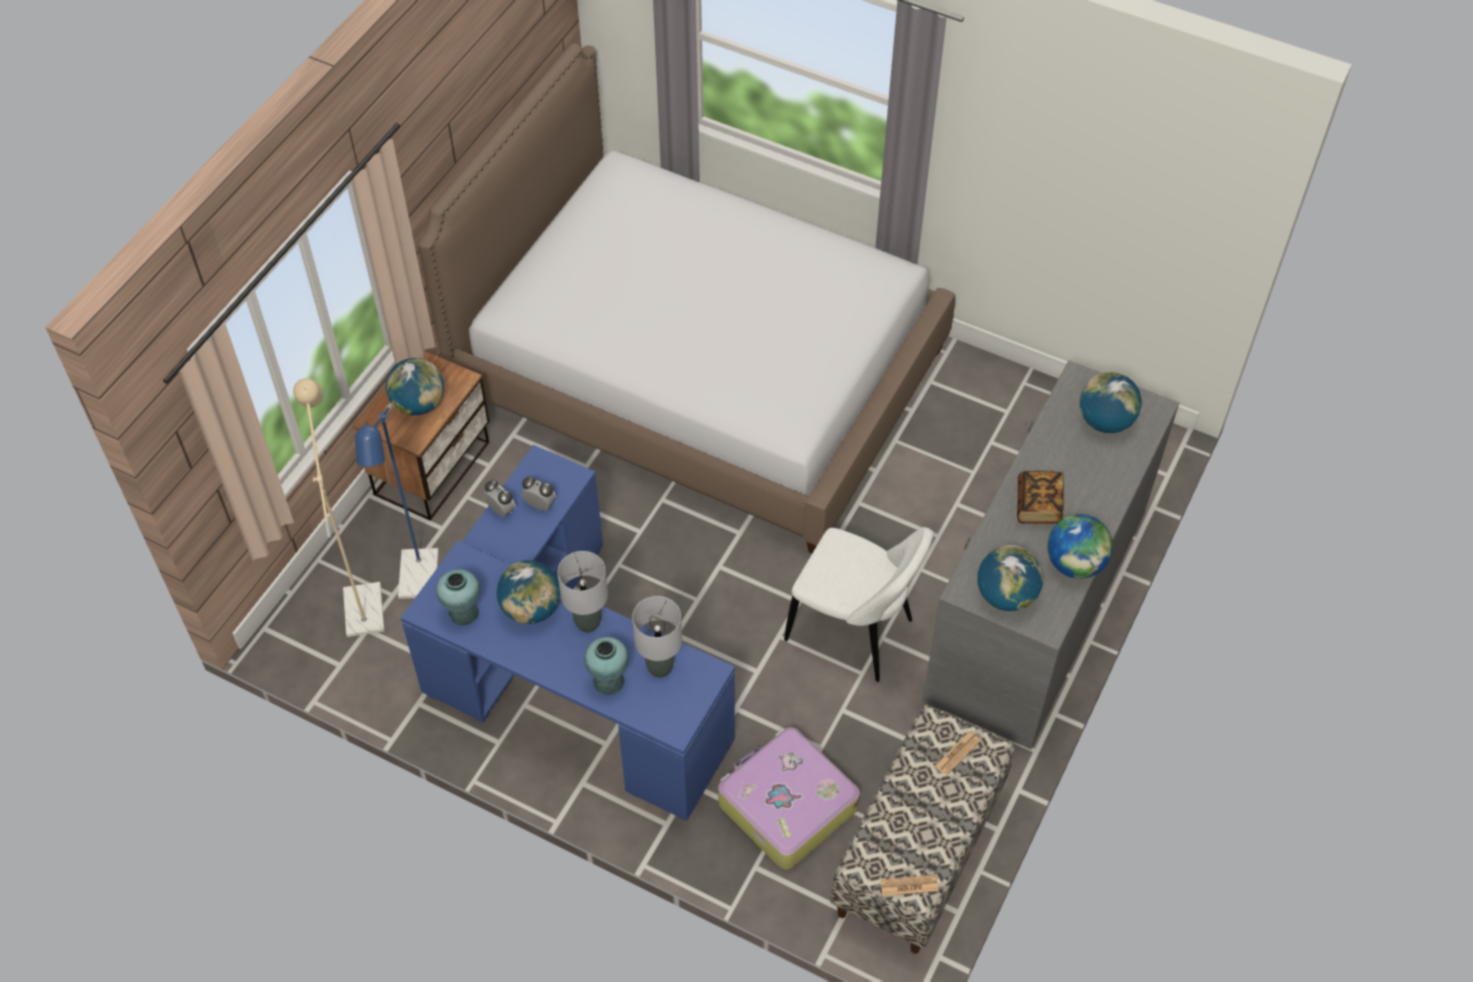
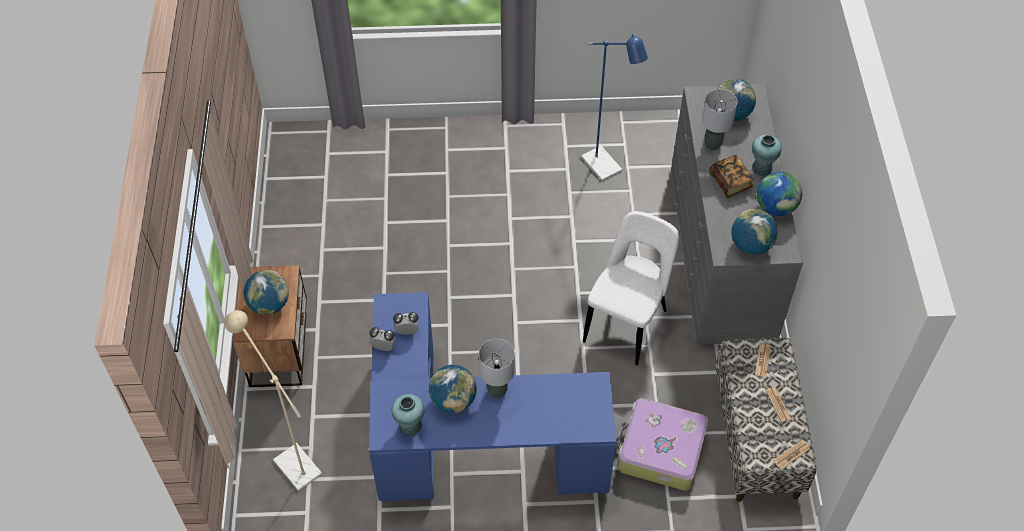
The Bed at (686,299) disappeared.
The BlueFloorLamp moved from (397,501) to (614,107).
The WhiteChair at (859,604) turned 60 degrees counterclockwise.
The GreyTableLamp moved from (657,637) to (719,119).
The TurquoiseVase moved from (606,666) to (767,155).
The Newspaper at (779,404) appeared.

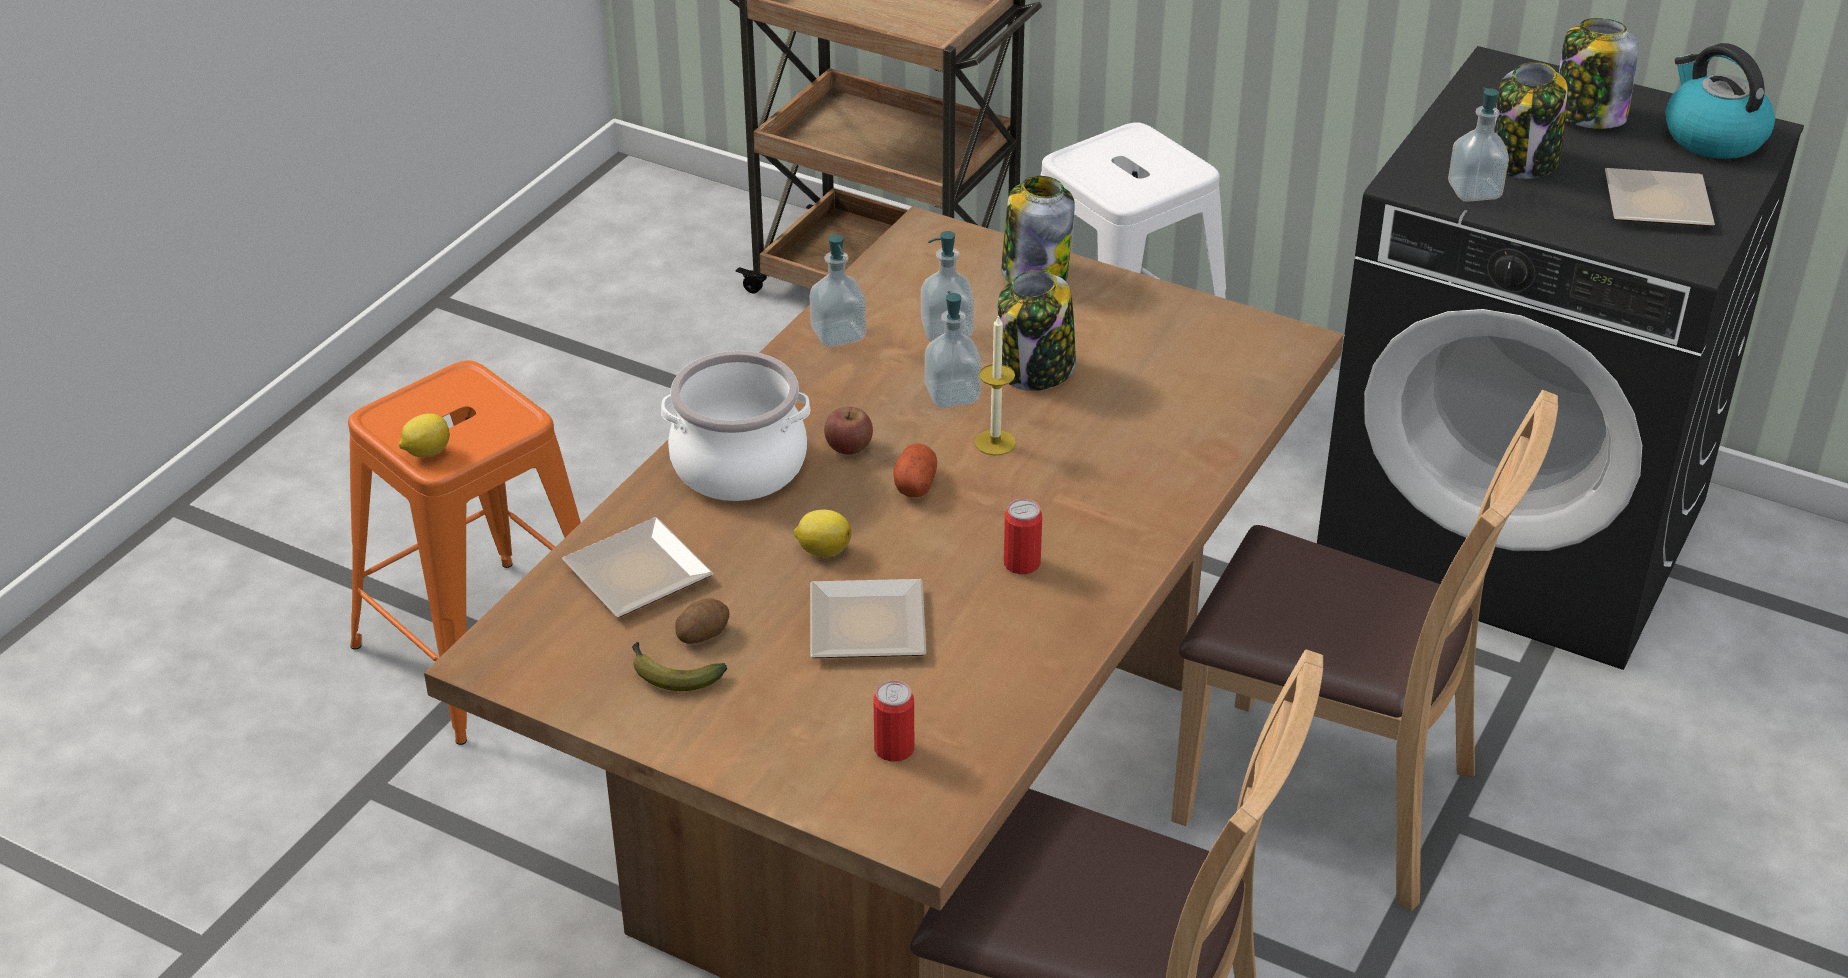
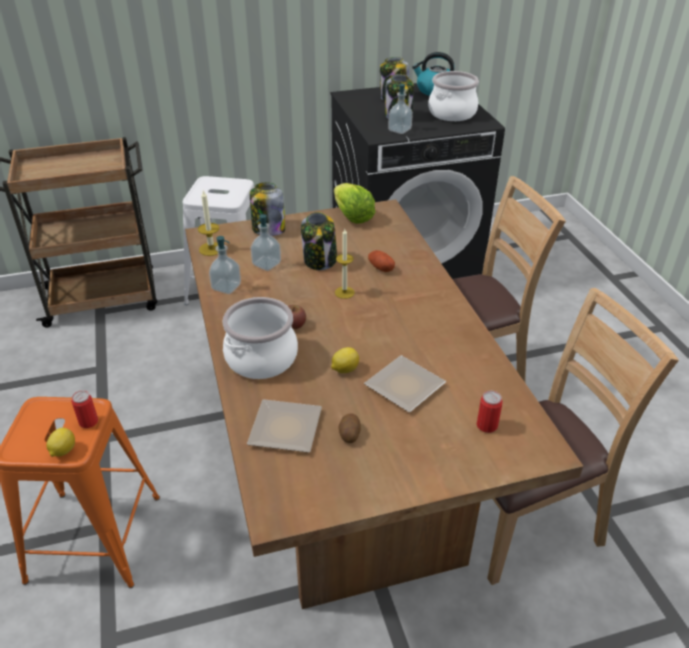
The Plate at (1660,197) was replaced by the CookingPot at (453,96).
The SoapDispenser at (953,349) disappeared.
The Potato moved from (915,470) to (381,261).
The Can moved from (1023,536) to (84,409).
The Banana at (679,666) disappeared.
The Lettuce at (354,203) appeared.
The Candle at (208,223) appeared.

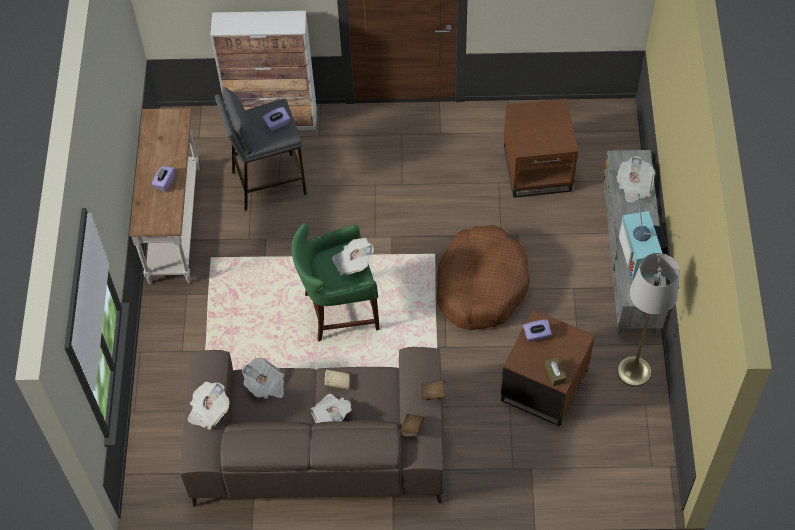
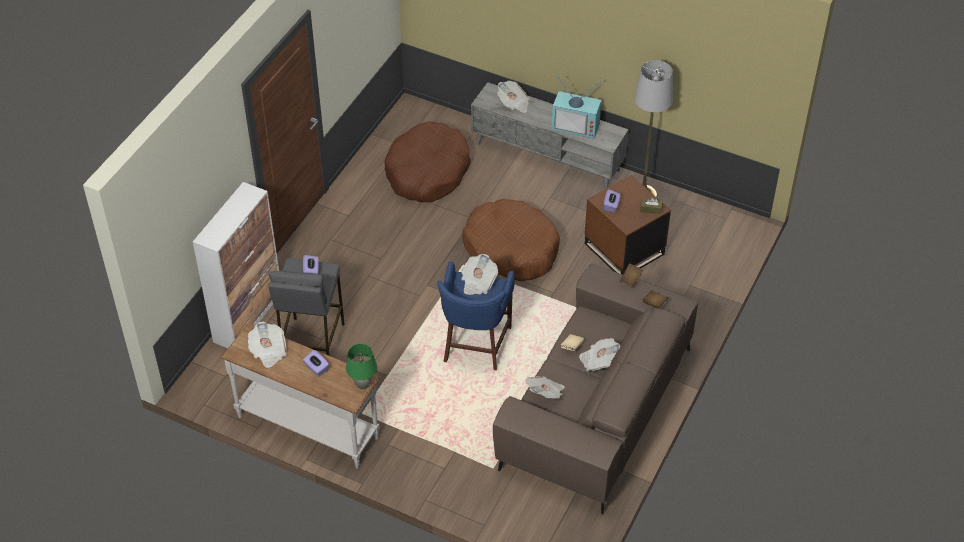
The BrownSideTable at (541,148) was replaced by the BrownDogBed at (427,161).
The GreenStool at (336,282) became the BlueStool at (476,315).
The Newspaper moved from (208,405) to (267,344).
The GreenTableLamp at (361,367) appeared.

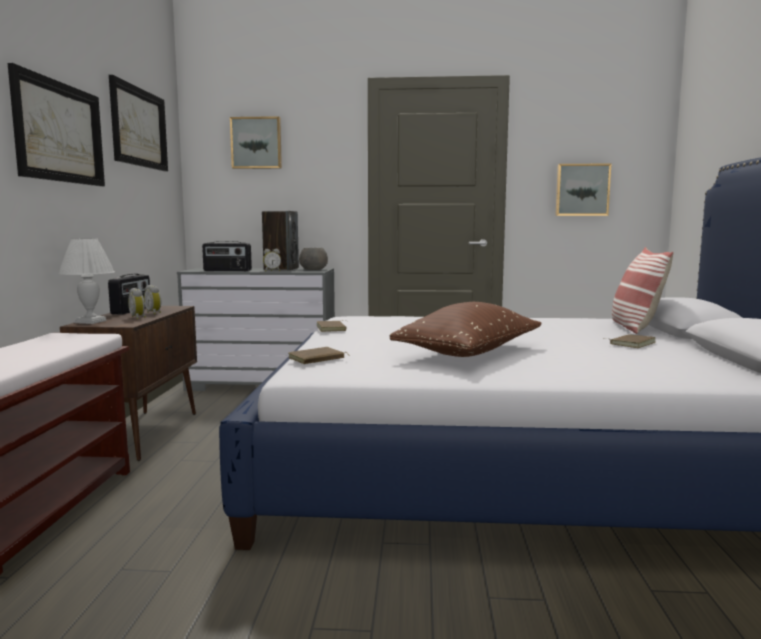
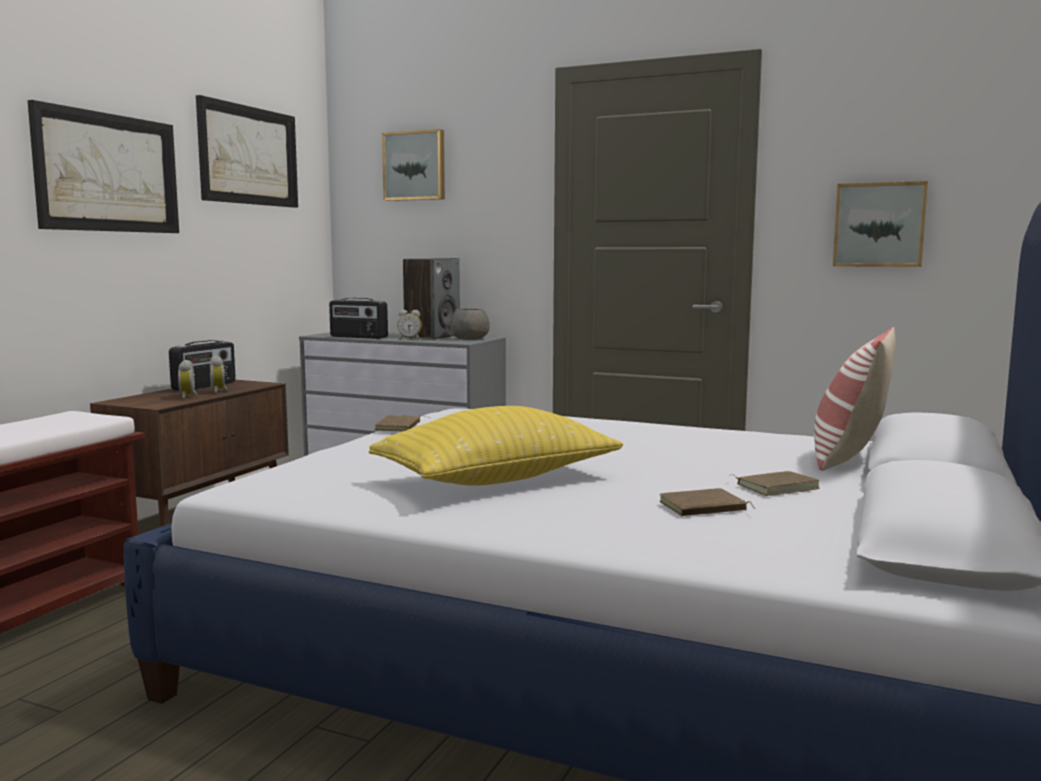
The WhiteTableLamp at (86,281) disappeared.
The BrownPillow at (466,329) became the YellowPillow at (496,446).
The BrownBook moved from (319,355) to (707,502).

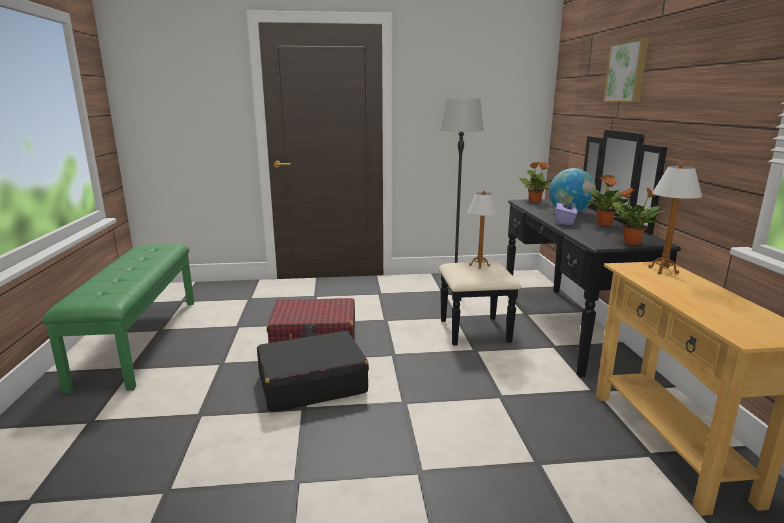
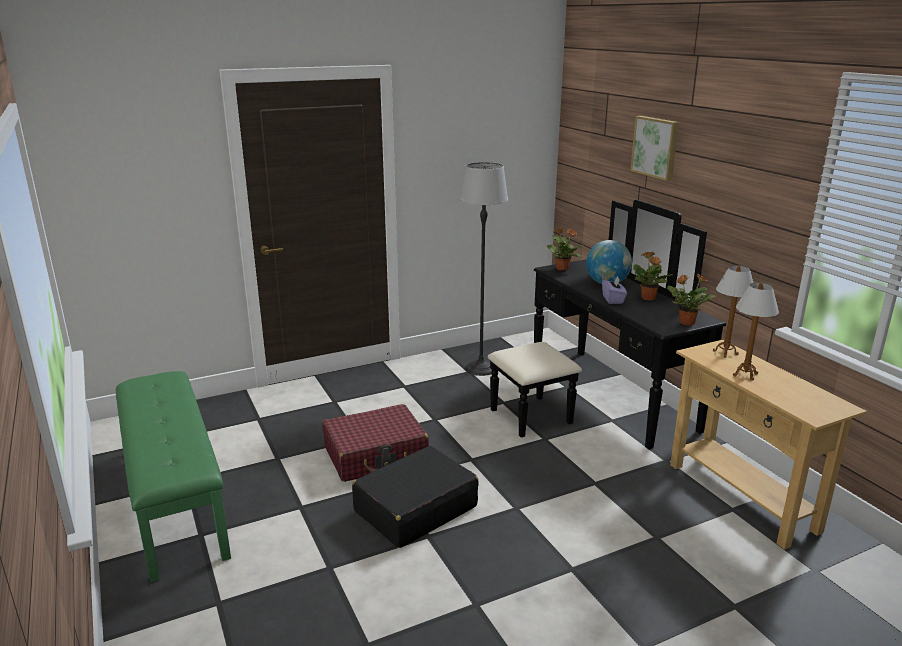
The TableLamp moved from (482,230) to (756,331).

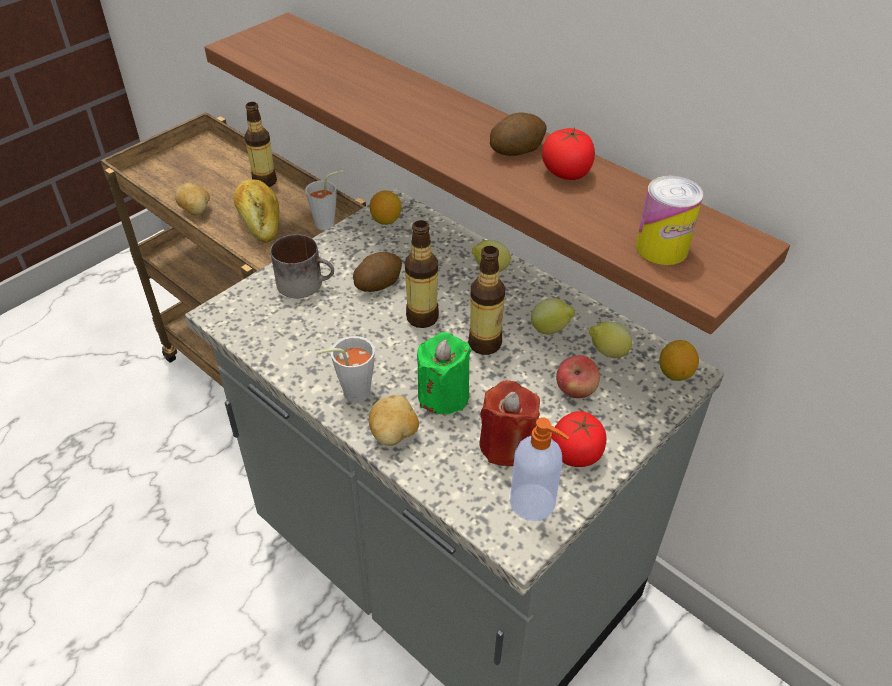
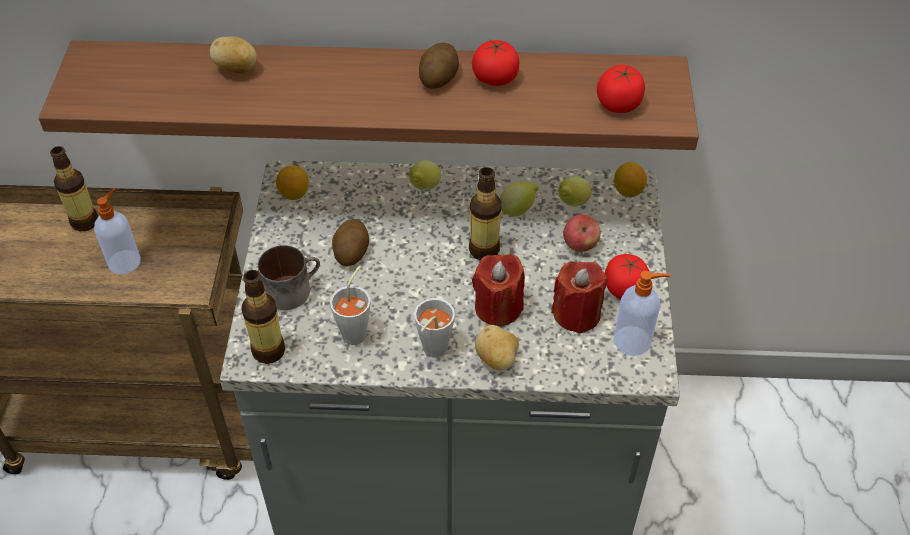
The GreyCup moved from (324,200) to (350,305).
The Can at (669,220) was replaced by the Tomato at (621,89).
The Bread at (256,210) was replaced by the SoapDispenser at (117,231).
The Potato moved from (192,199) to (233,55).
The Bottle moved from (422,274) to (263,317).
The GreenCandle at (444,373) became the RedCandle at (498,290).

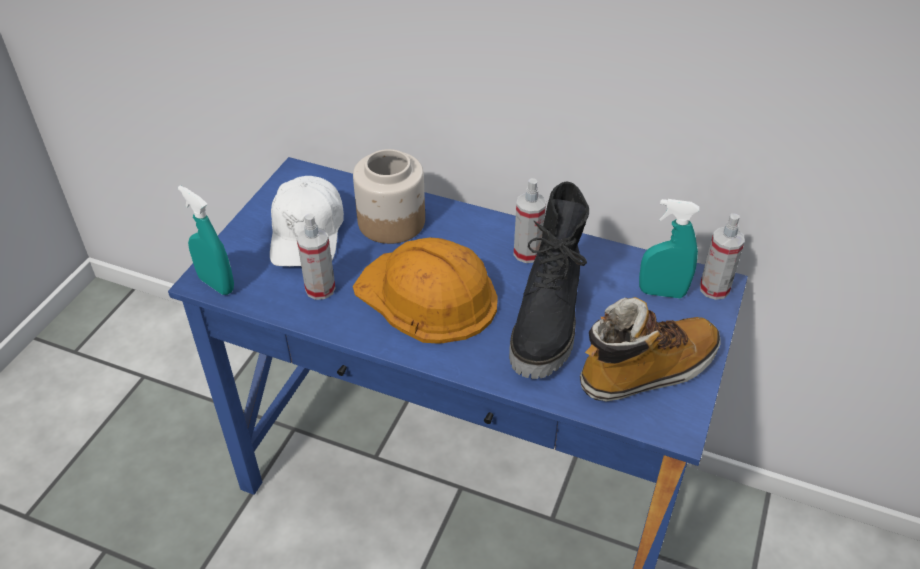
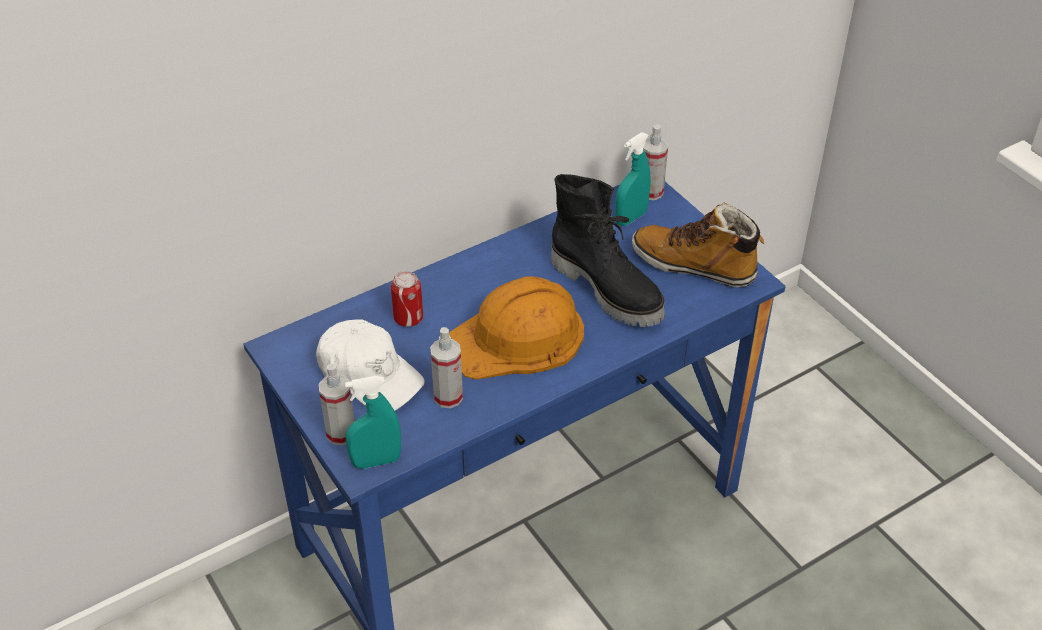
The Jar at (389,196) was replaced by the Can at (407,299).
The SprayBottle moved from (530,220) to (337,404).
The Boot at (650,349) turned 75 degrees counterclockwise.

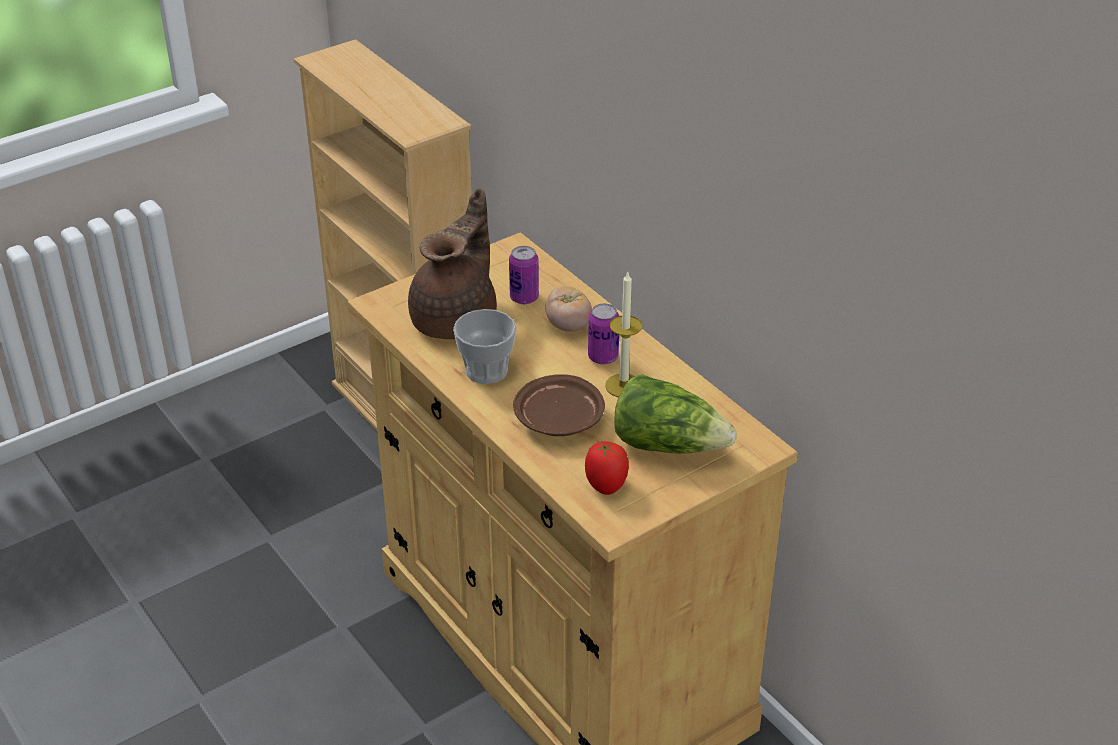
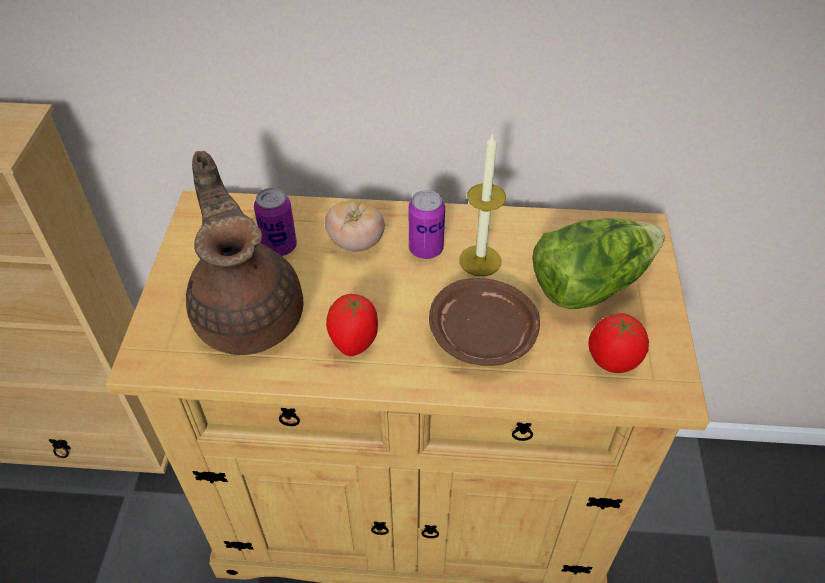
The Cup at (485,346) was replaced by the Tomato at (352,325).

